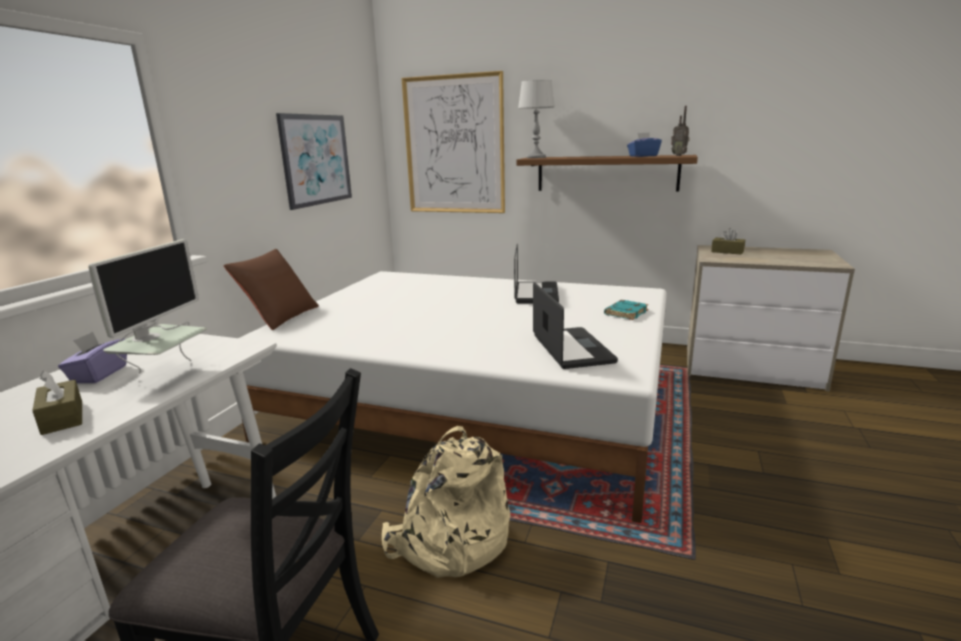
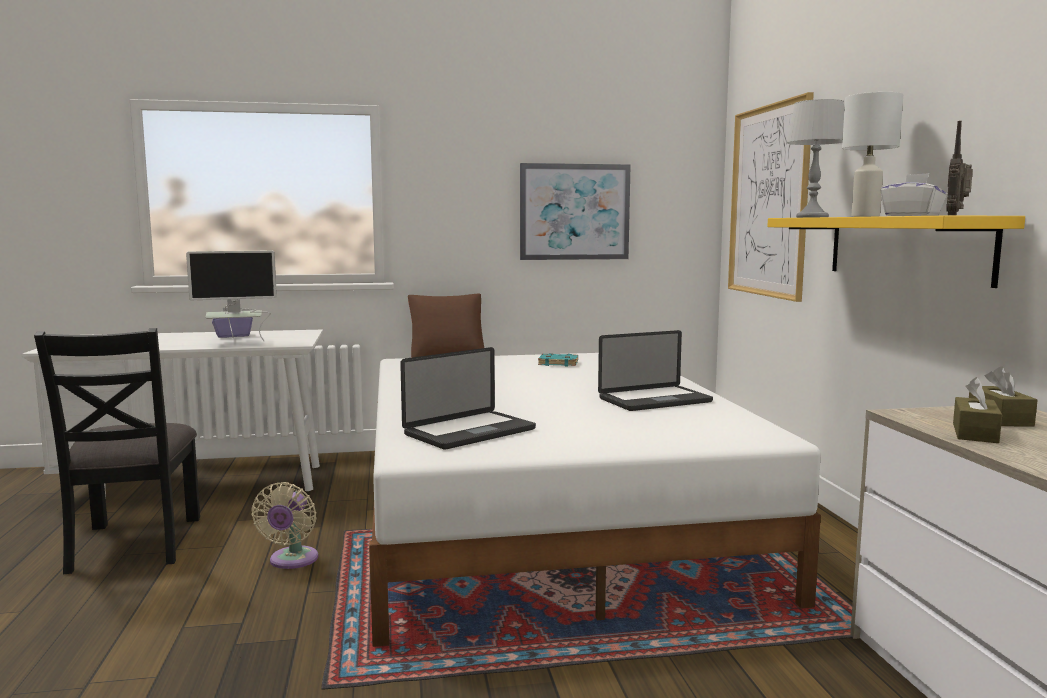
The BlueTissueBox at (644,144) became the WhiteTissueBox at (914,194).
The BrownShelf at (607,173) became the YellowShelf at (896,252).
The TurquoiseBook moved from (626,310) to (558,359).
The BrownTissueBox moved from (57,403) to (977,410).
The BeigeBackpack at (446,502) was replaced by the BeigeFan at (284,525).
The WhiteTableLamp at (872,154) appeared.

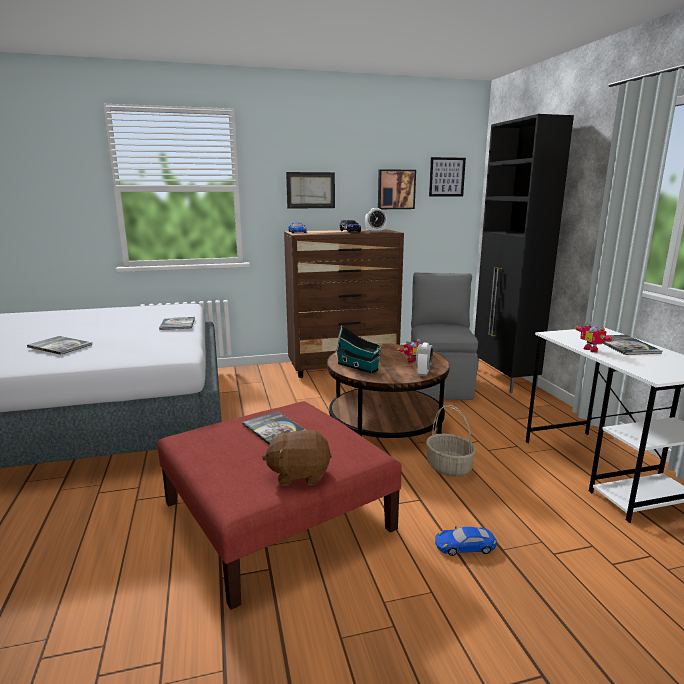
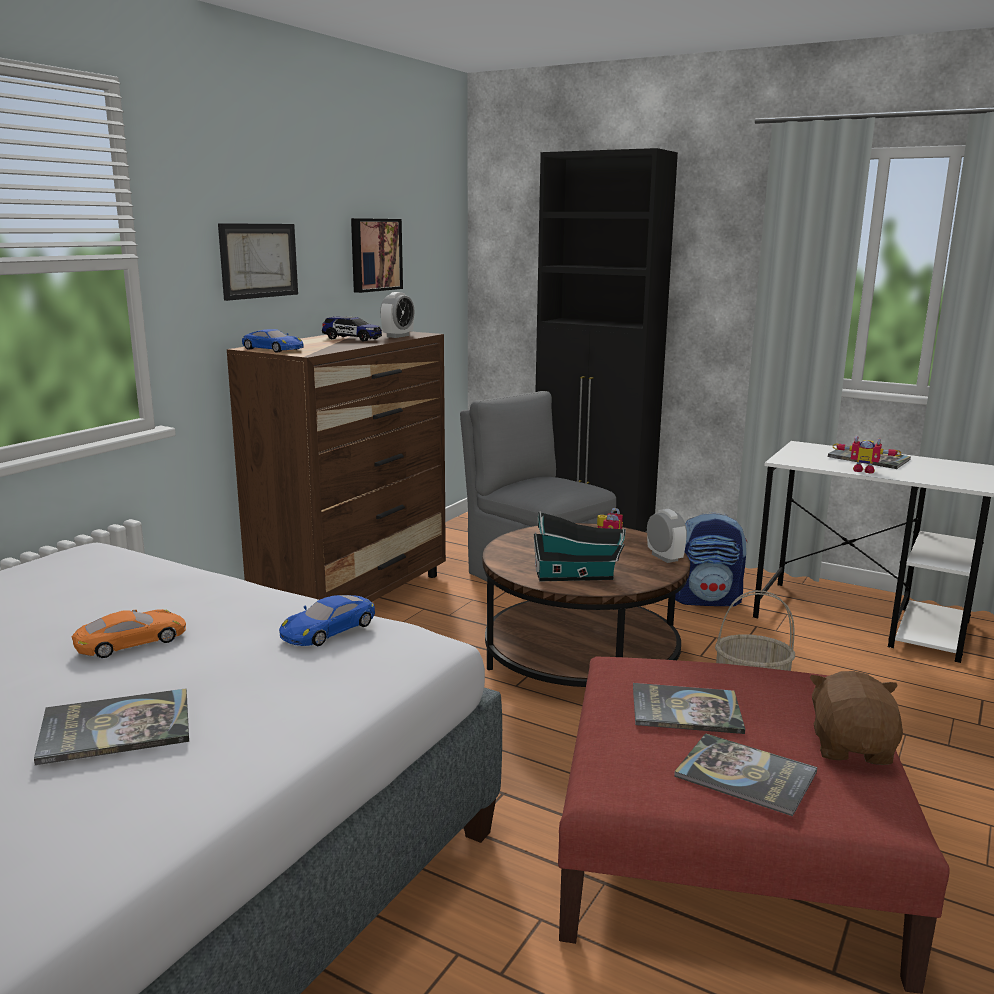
The Picture at (447,177) disappeared.
The Book moved from (177,323) to (745,774).
The BrownPlushToy at (297,457) turned 150 degrees clockwise.
The BlueToyCar moved from (466,541) to (327,620).
The Backpack at (711,559) appeared.
The OrangeToyCar at (129,633) appeared.

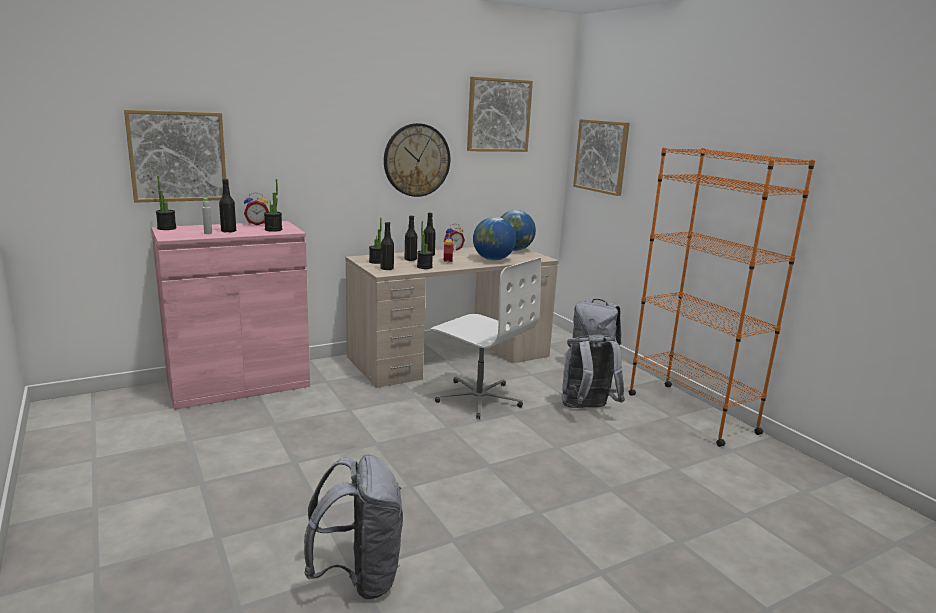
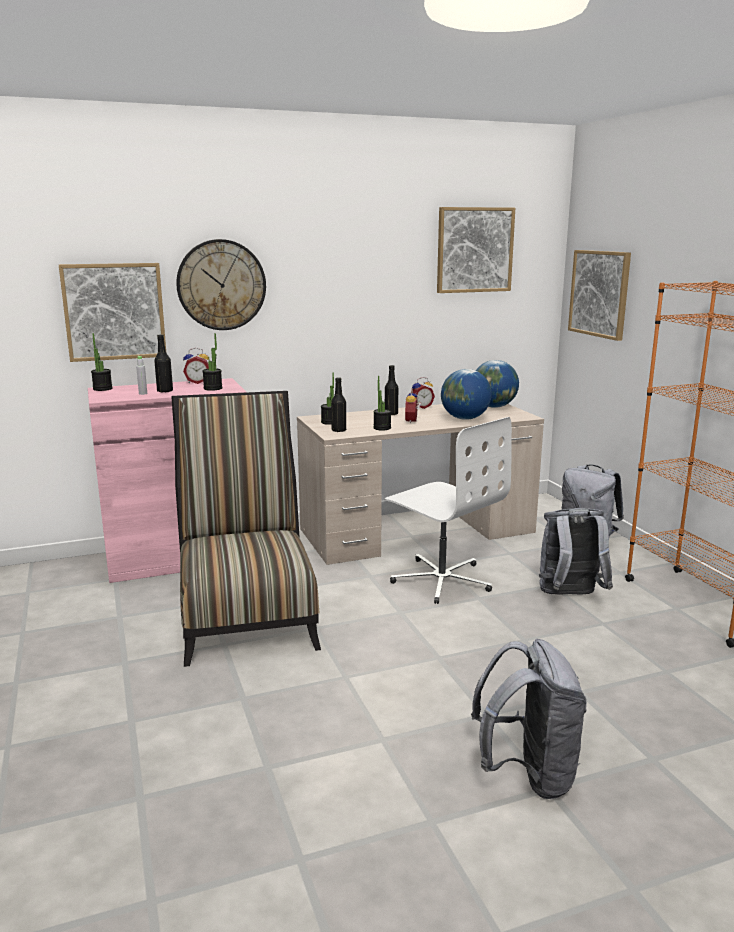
The WallClock moved from (417,160) to (221,284).
The BlackBottle at (411,238) disappeared.
The GreyBackpack moved from (353,527) to (529,719).
The Chair at (246,529) appeared.

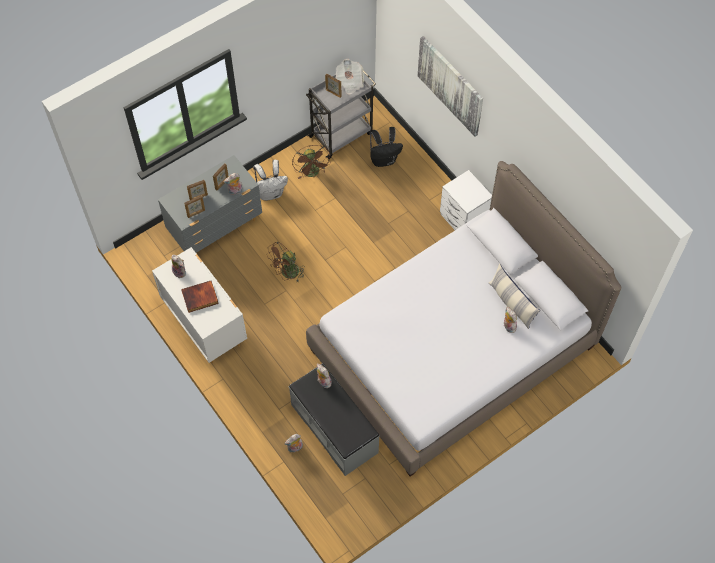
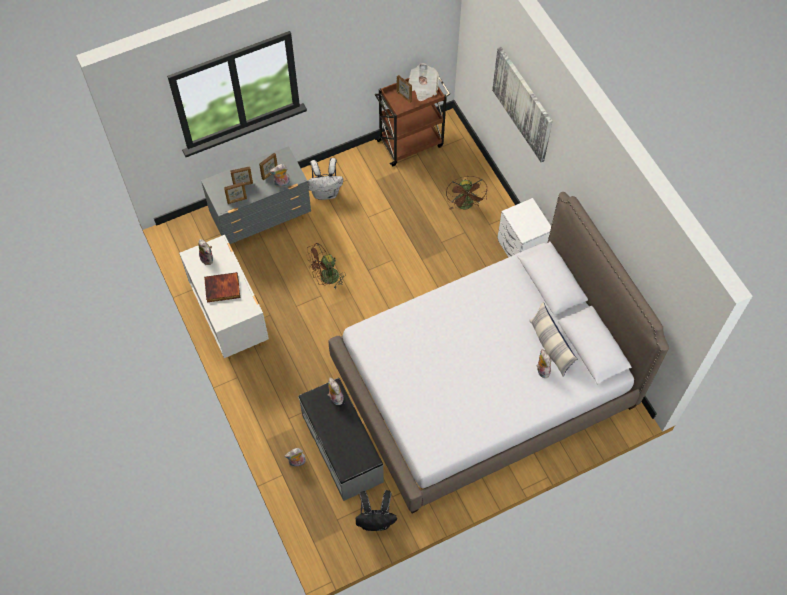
The GreyCart at (341,114) became the BrownCart at (412,121).
The BlackBackpack moved from (386,147) to (376,510).
The BrownFan moved from (311,162) to (466,193).

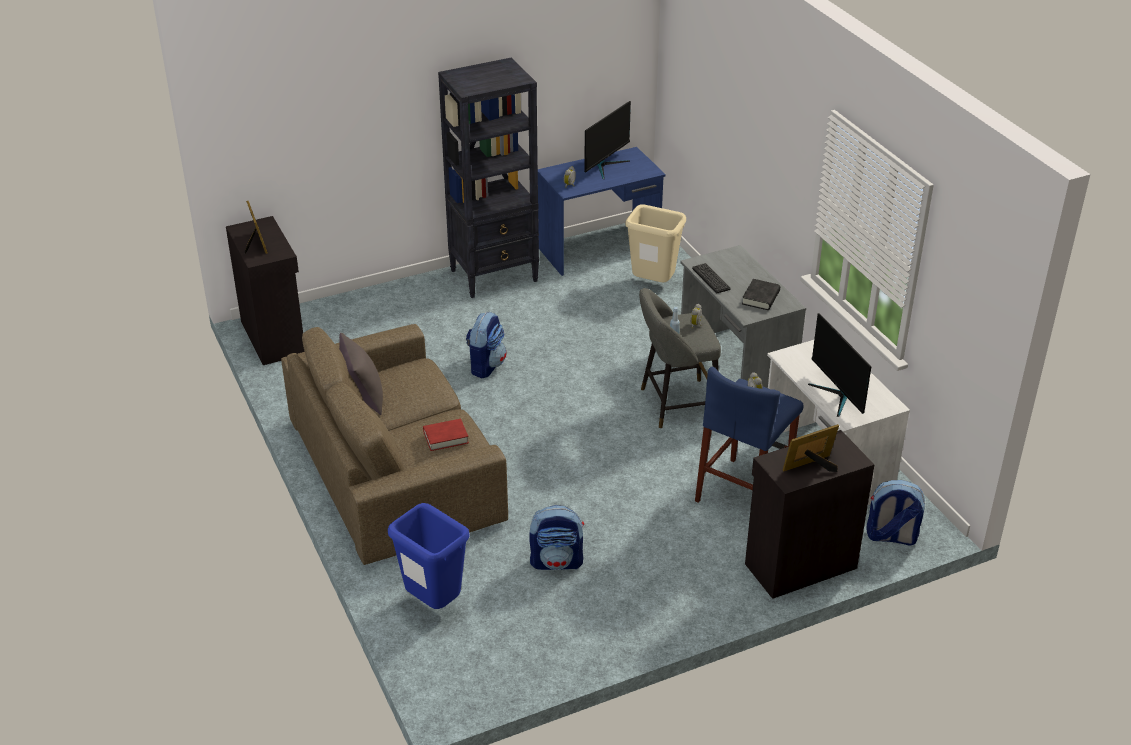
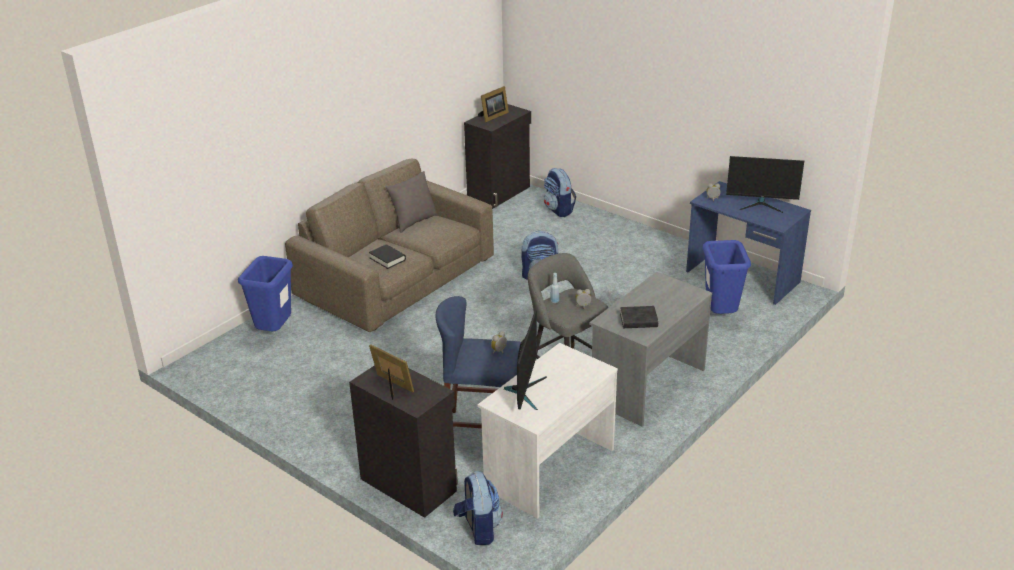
The BlackBookcase at (488,177) disappeared.
The BeigeTrashCan at (655,243) became the BlueTrashCan at (727,277).
The Keyboard at (711,278) disappeared.
The Monitor at (840,365) turned 150 degrees clockwise.
The RedBook at (446,435) became the BlackBook at (387,256).
The Backpack moved from (556,537) to (560,192).

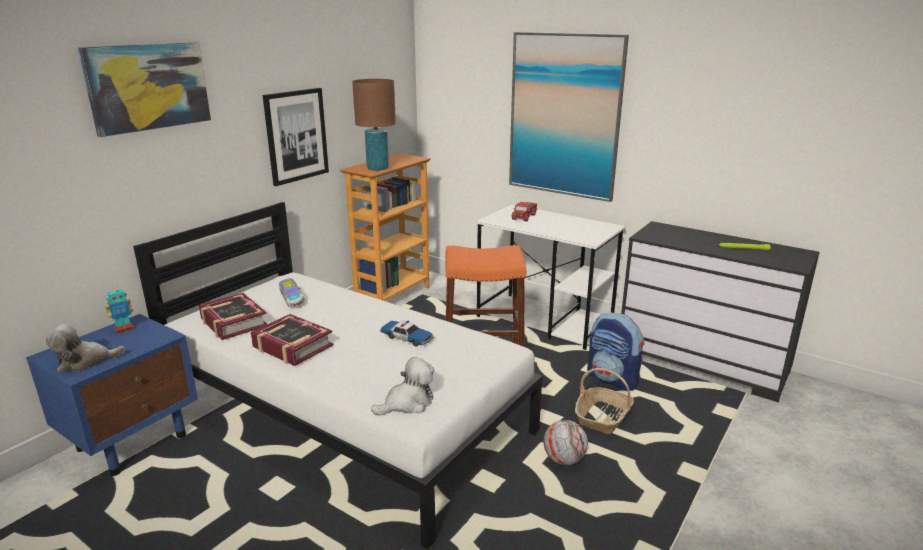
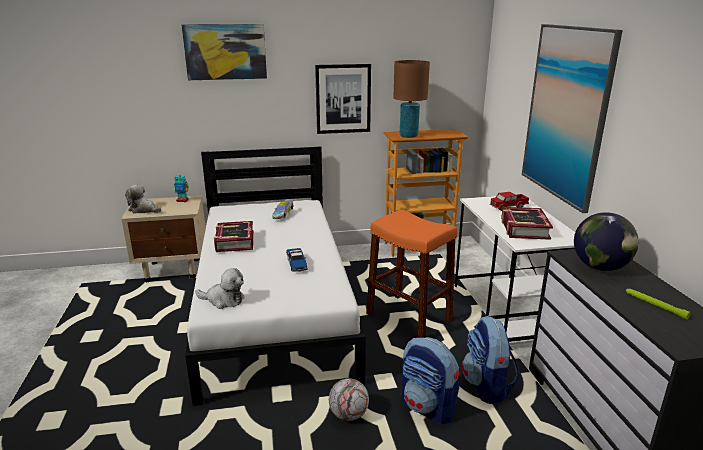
The Book moved from (233,316) to (527,223).
The BlueNightstand at (112,395) became the BeigeNightstand at (163,239).
The Basket at (604,401) was replaced by the Backpack at (430,380).
The Globe at (606,241) appeared.

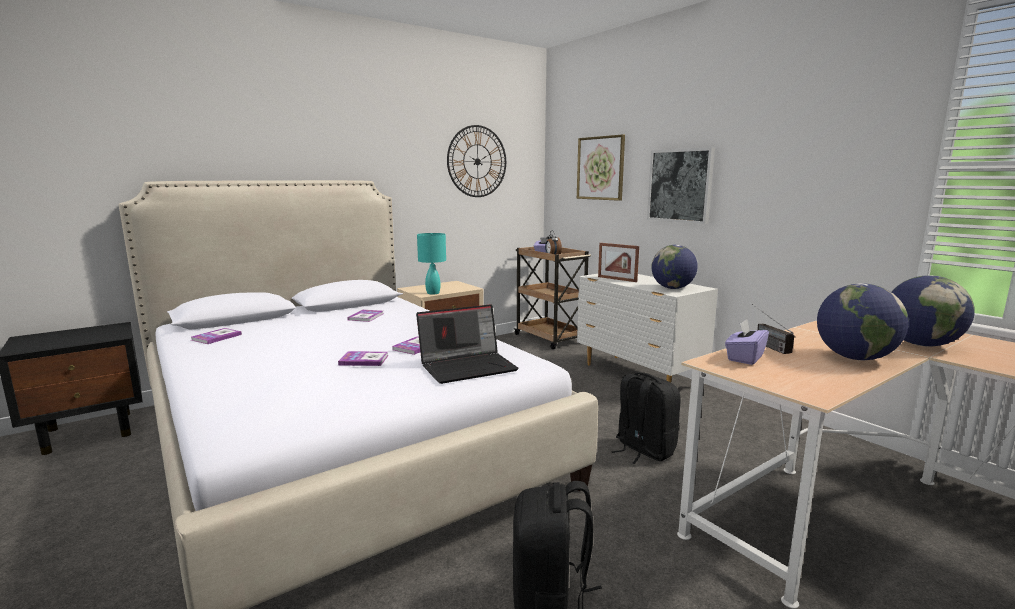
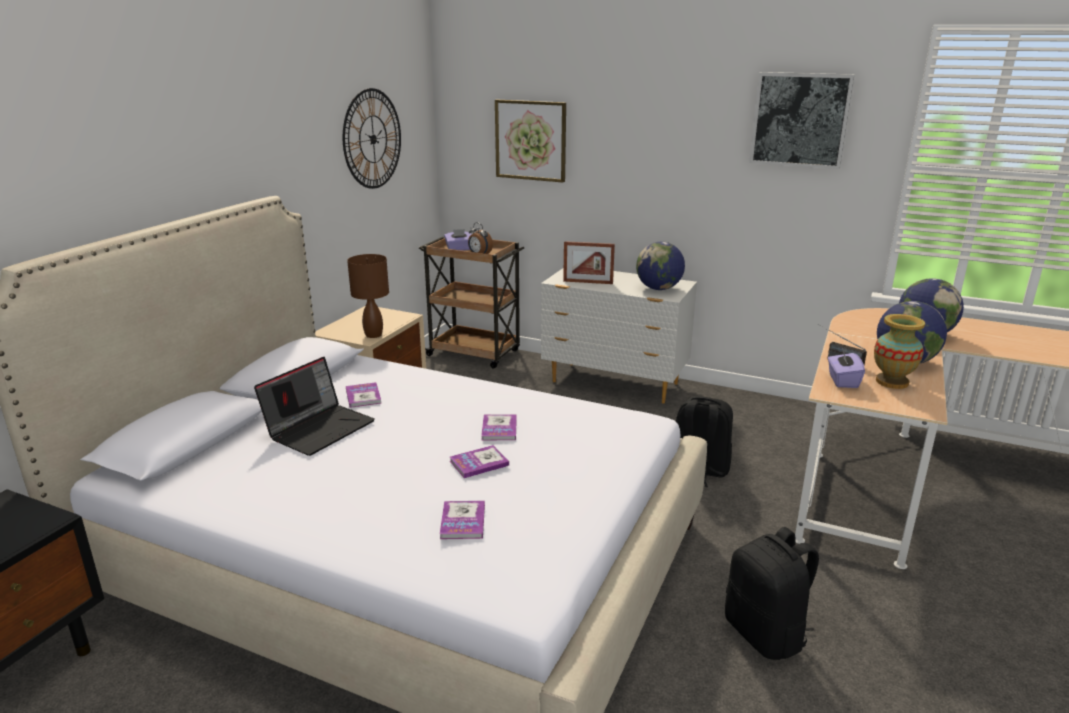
The Picture moved from (681,185) to (802,120).
The TurquoiseTableLamp at (431,264) became the BrownTableLamp at (368,296).
The Laptop moved from (467,344) to (314,406).
The Book moved from (216,336) to (462,520).
The Vase at (899,351) appeared.

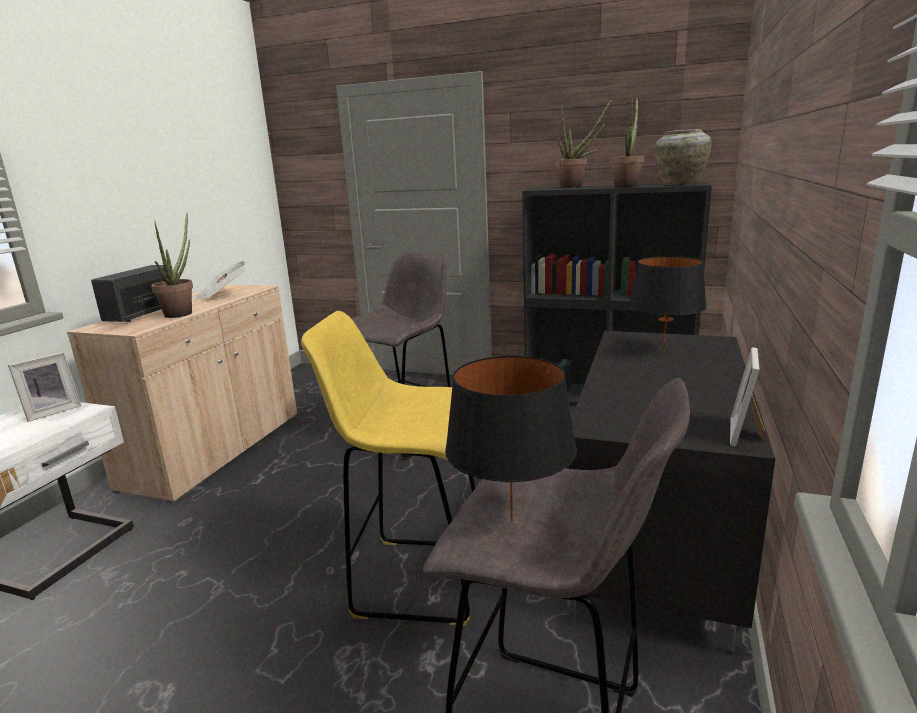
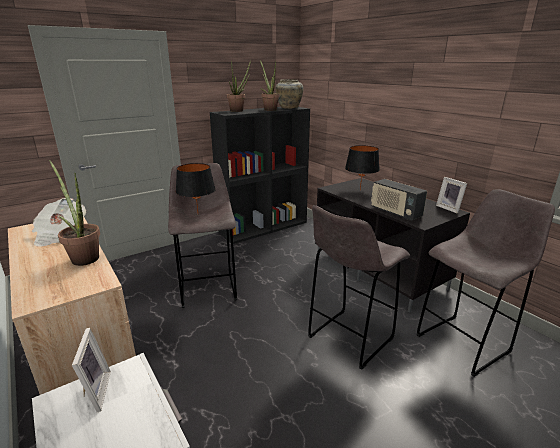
The Radio moved from (129,293) to (399,199).
The YellowStool at (388,468) became the GreyStool at (359,287).
The BlackTableLamp moved from (511,439) to (195,187).

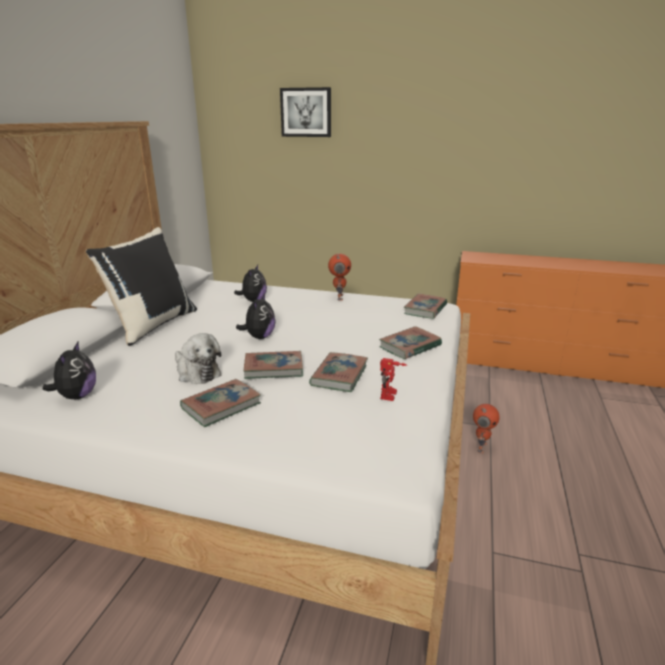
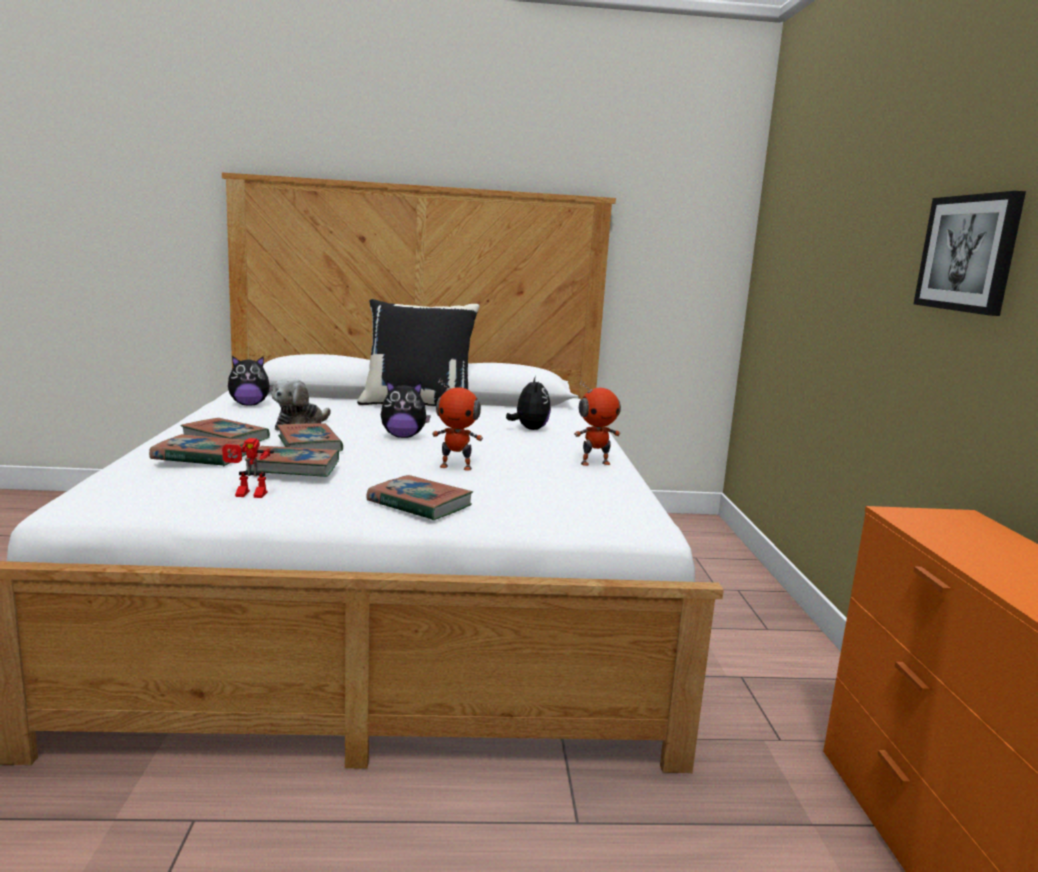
The Picture moved from (305,112) to (970,253).
The PlushToy at (250,283) turned 90 degrees counterclockwise.
The Book moved from (425,306) to (197,450).
The ToyRobot moved from (486,428) to (457,425).

